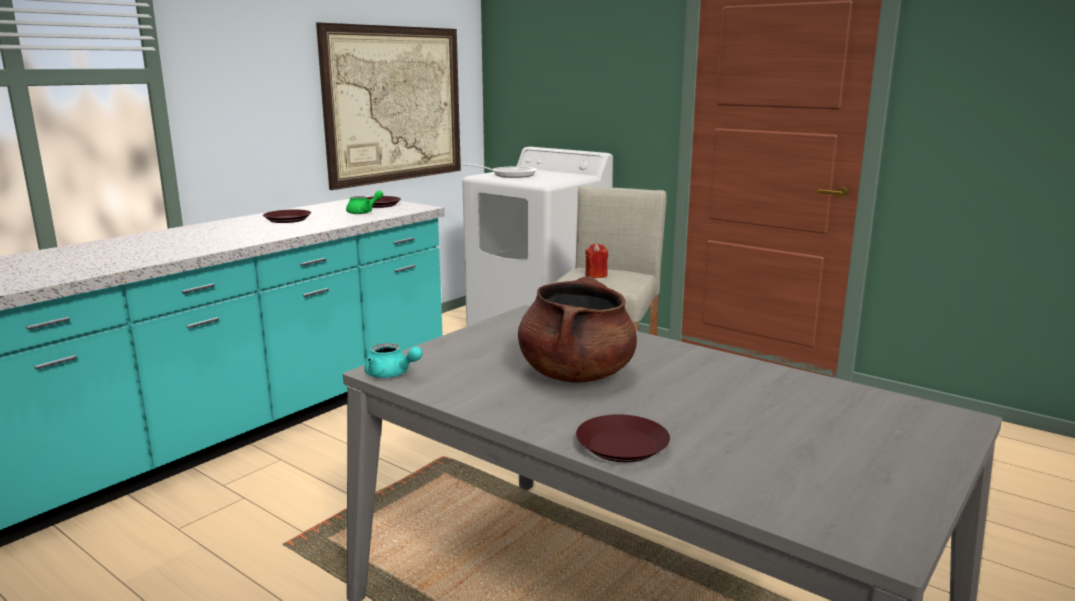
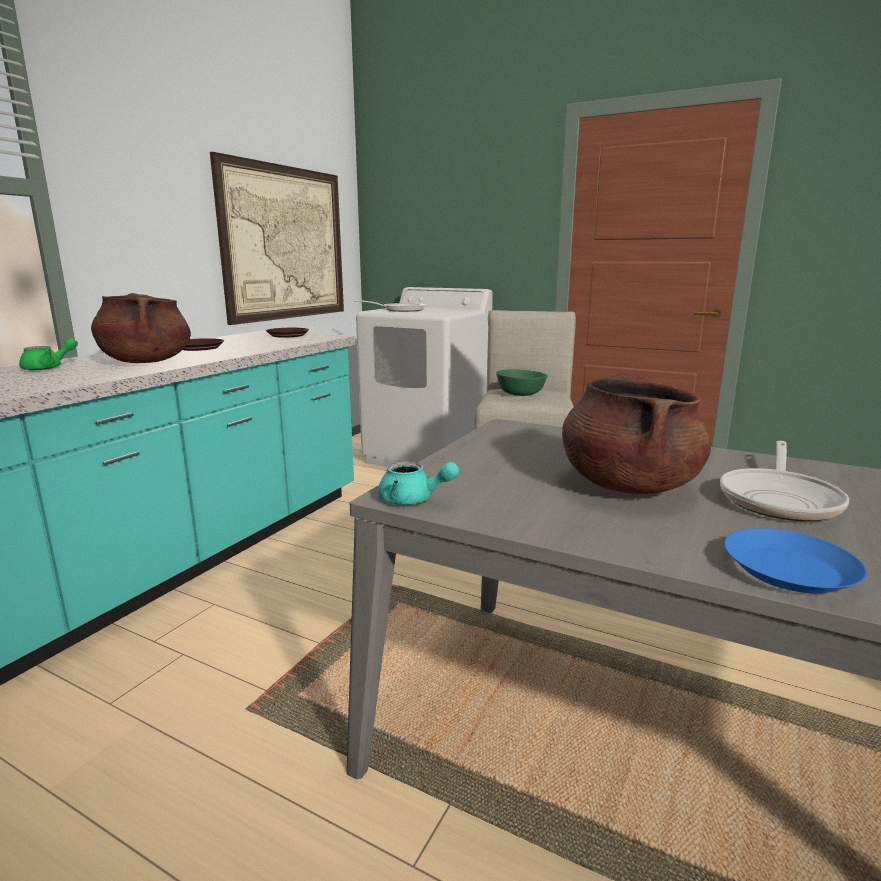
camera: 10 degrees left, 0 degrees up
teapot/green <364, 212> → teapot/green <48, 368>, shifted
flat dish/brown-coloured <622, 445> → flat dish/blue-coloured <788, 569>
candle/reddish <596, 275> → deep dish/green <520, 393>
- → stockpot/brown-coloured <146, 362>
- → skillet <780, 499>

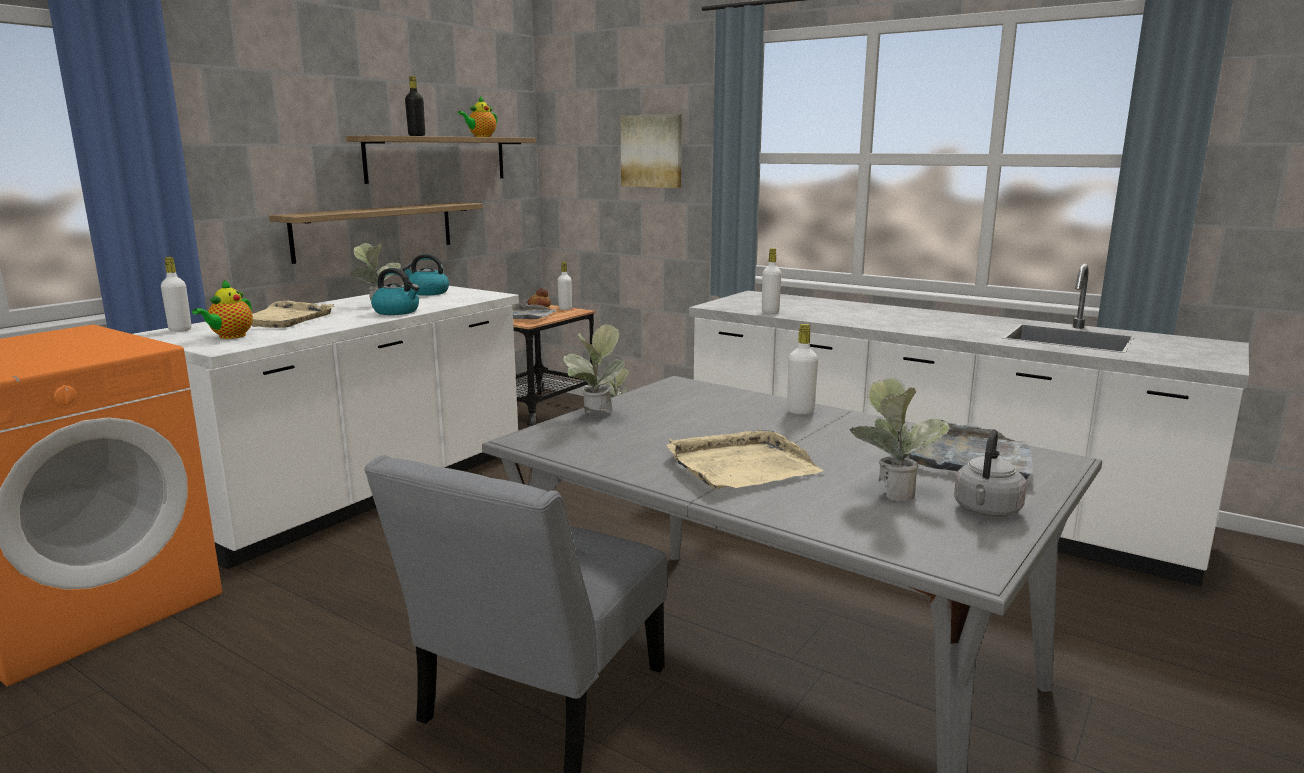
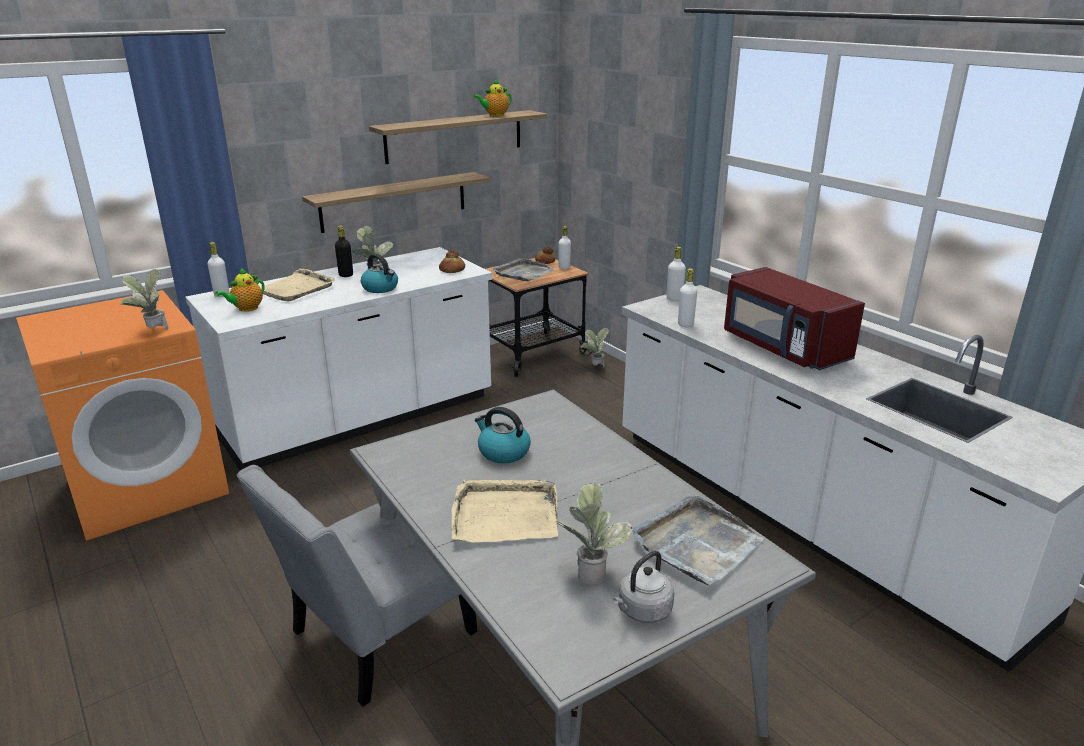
camera: 20 degrees right, 10 degrees up
water kettle <427, 292> → water kettle <503, 452>, shifted
drink bottle/blackish <416, 136> → drink bottle/blackish <346, 275>, shifted
houseplant <594, 415> → houseplant <153, 331>, shifted
wall art <652, 151> → -
drink bottle/whitish <800, 411> → drink bottle/whitish <674, 299>, shifted
- → bread <452, 270>
- → kitchen microwave/reddish <782, 347>

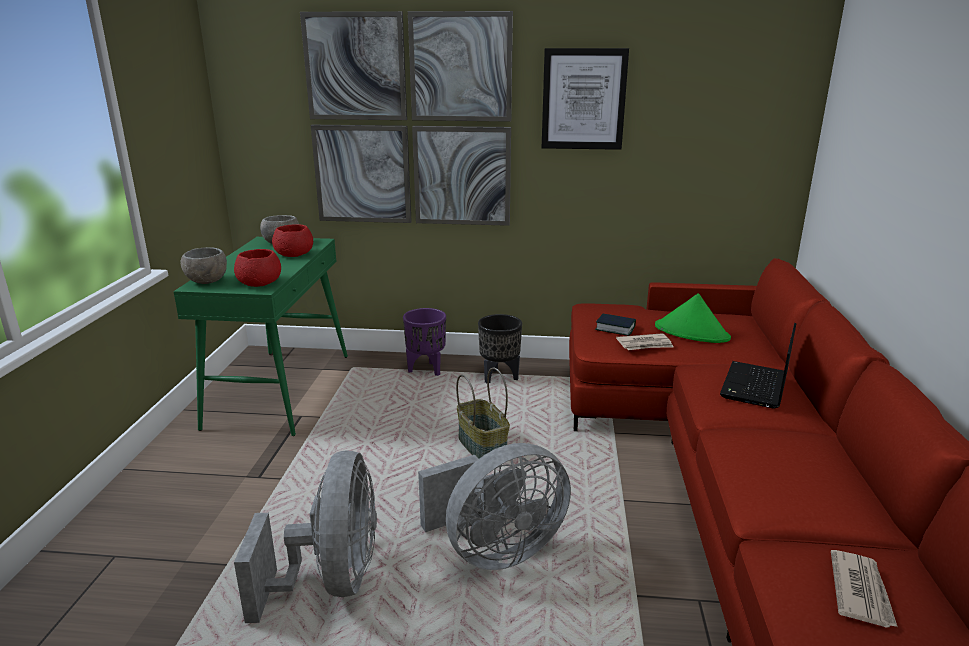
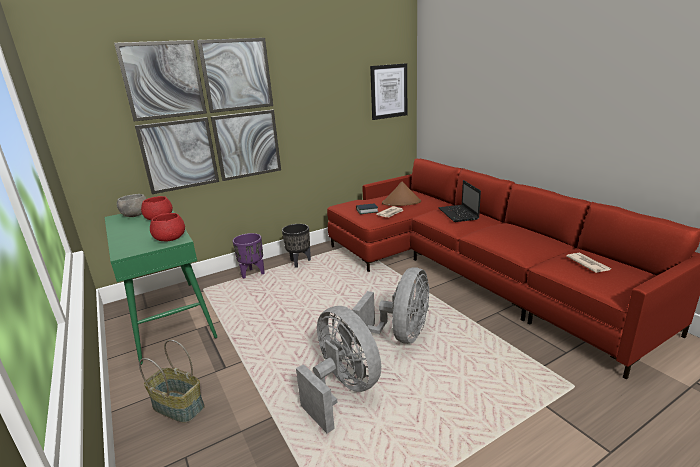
camera: 35 degrees left, 0 degrees up
deep dish/gray <208, 281> → -
household basket <483, 447> → household basket <179, 406>, shifted
wall art <583, 99> → wall art <389, 91>, shifted
wearable hat/green <692, 332> → wearable hat/brown-coloured <401, 202>

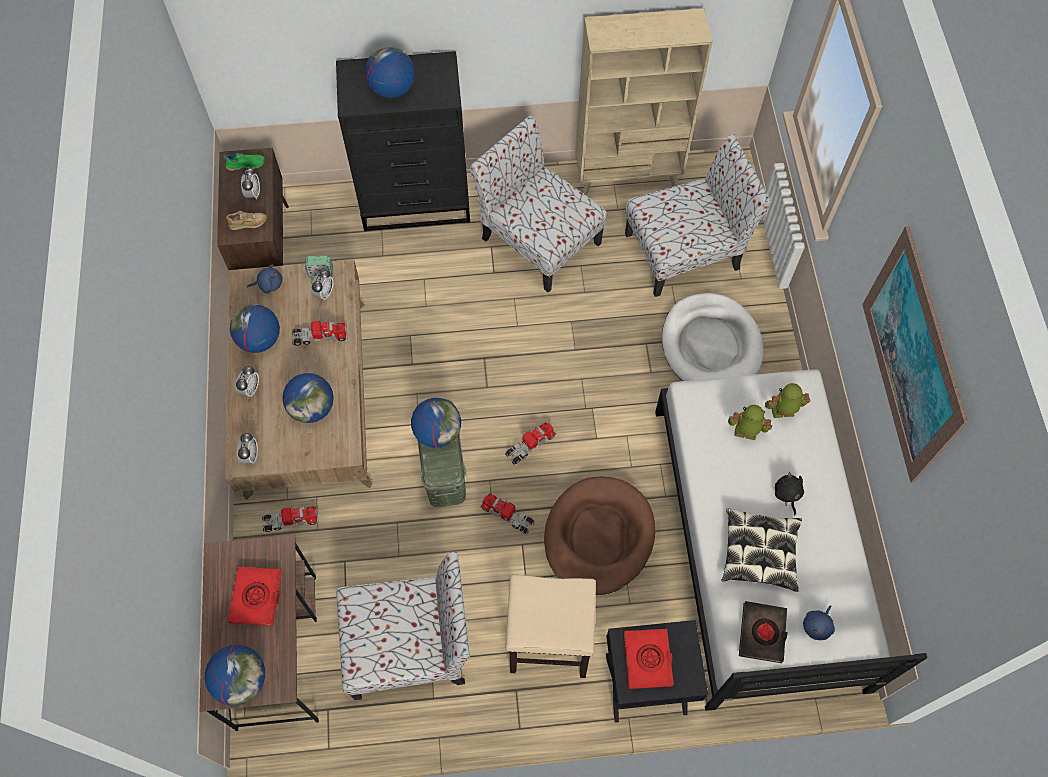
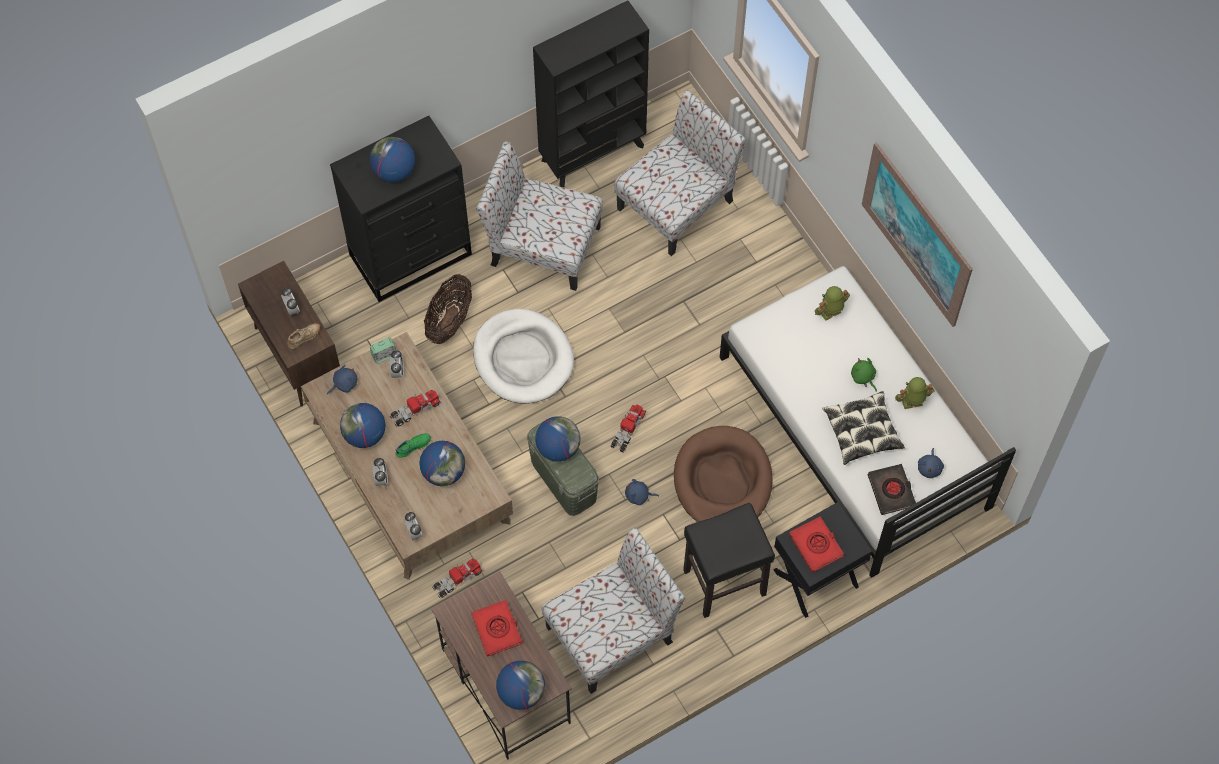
camera: 25 degrees left, 0 degrees up
shoe/green <246, 164> → shoe/green <412, 446>, shifted
toy truck <507, 515> → plush toy/blue-coloured <639, 496>
stool seat/beige-coloured <547, 644> → stool seat/blackish <723, 583>
bookcase/beige-coloured <628, 176> → bookcase/blackish <593, 153>
pet bed/whitish <711, 345> → pet bed/whitish <523, 358>, shifted
robot figure <745, 433> → robot figure <912, 403>, shifted
plush toy/blackish <787, 494> → plush toy/green <863, 377>
- → household basket <449, 320>

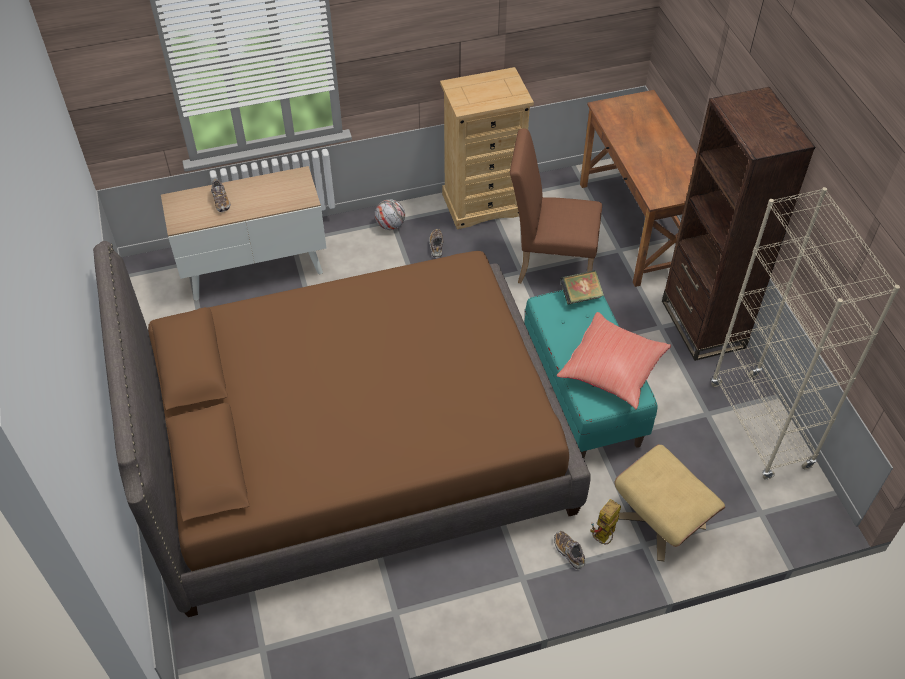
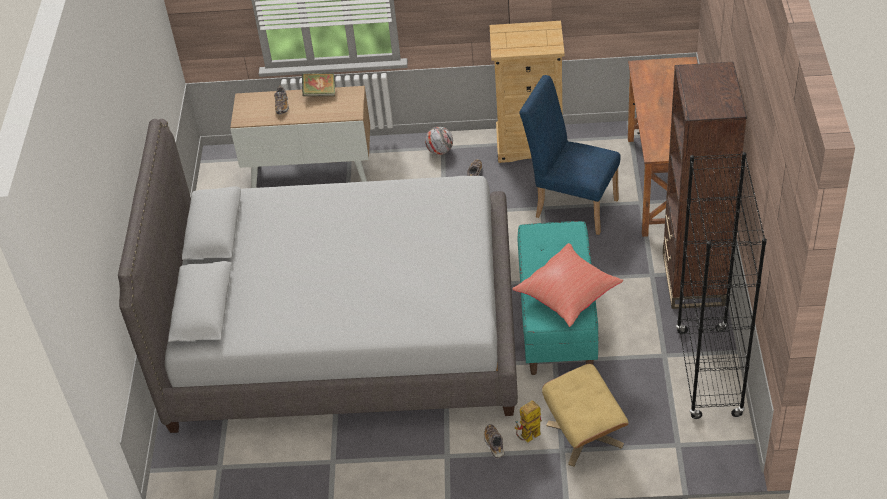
camera: 20 degrees right, 5 degrees down
bedroom bed/brown-coloured <354, 449> → bedroom bed/gray <343, 331>
chair/brown-coloured <549, 264> → chair/blue-coloured <571, 205>
volume <580, 296> → volume <320, 93>, shifted
bookcase/beige-coloured <760, 426> → bookcase/blackish <708, 374>

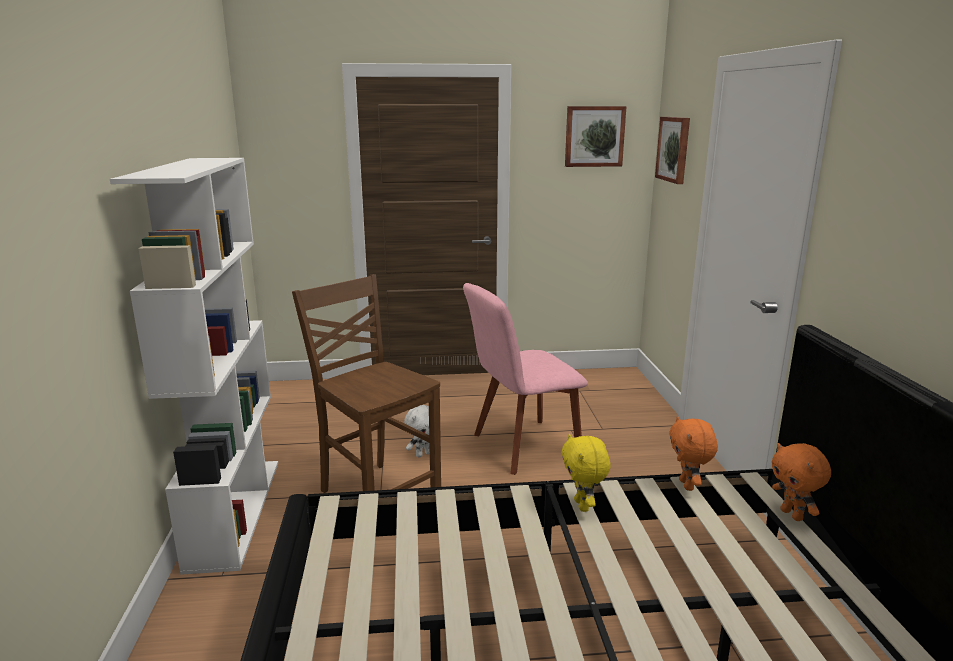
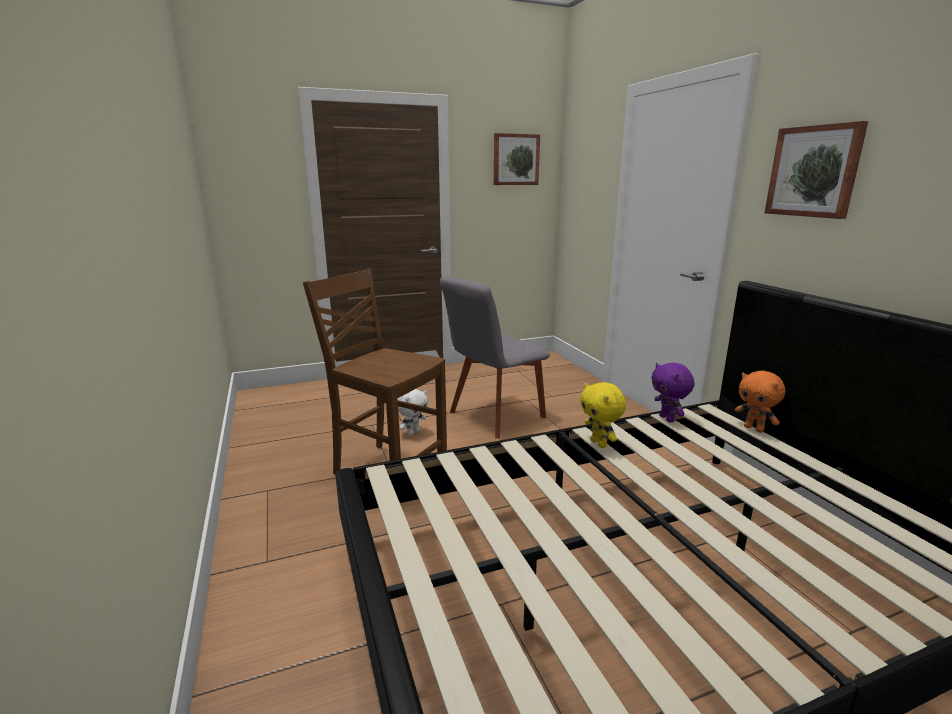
camera: 15 degrees left, 0 degrees up
bookcase/whitish <234, 511> → -
chair/pinkish <521, 446> → chair/gray <493, 416>
wall art <674, 149> → wall art <814, 171>, shifted
plush toy/orangey <688, 485> → plush toy/purplish <667, 419>

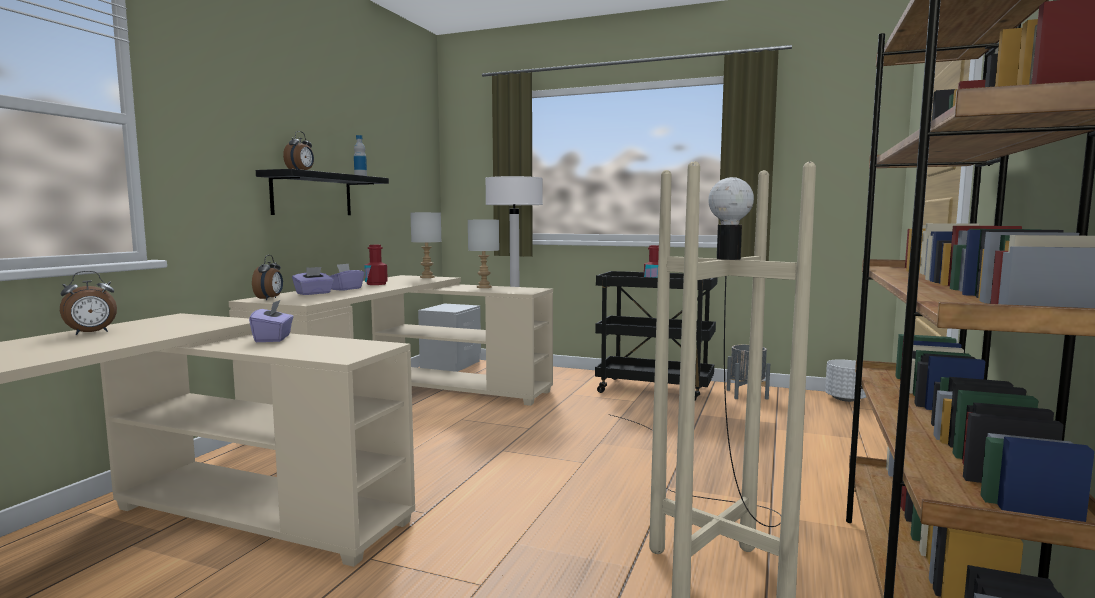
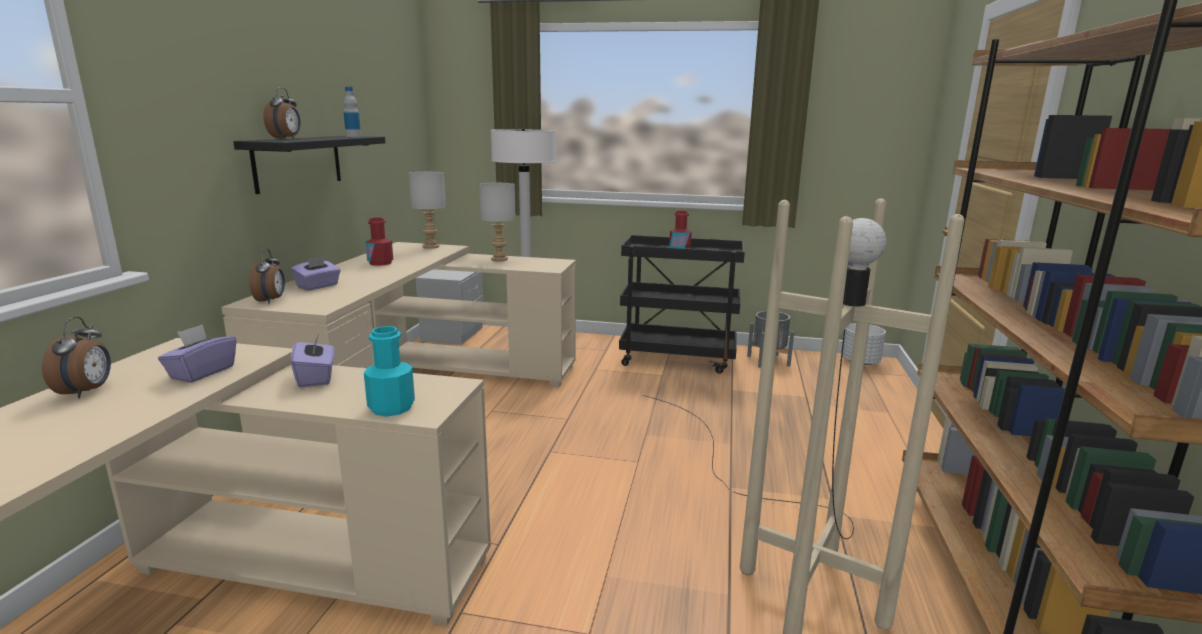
camera: 10 degrees left, 10 degrees up
bedside clock <91, 333> → bedside clock <87, 391>, 45 degrees counterclockwise
box of tissues/purplish <345, 289> → box of tissues/purplish <202, 372>, shifted
- → drink bottle/turquoise-coloured <391, 407>

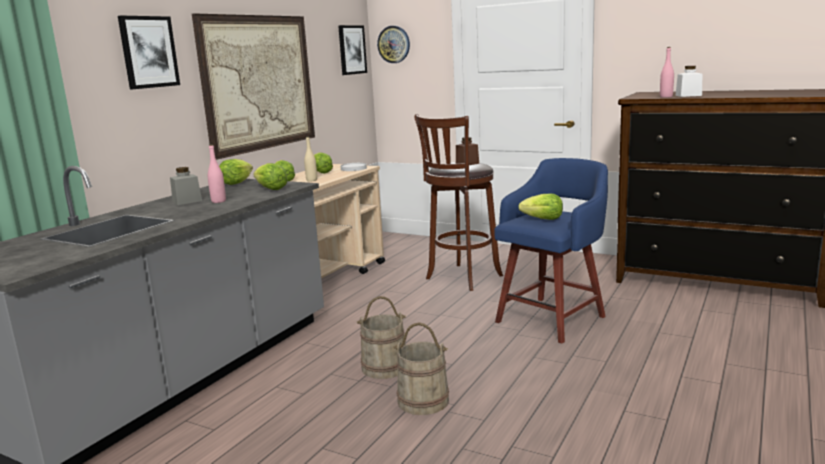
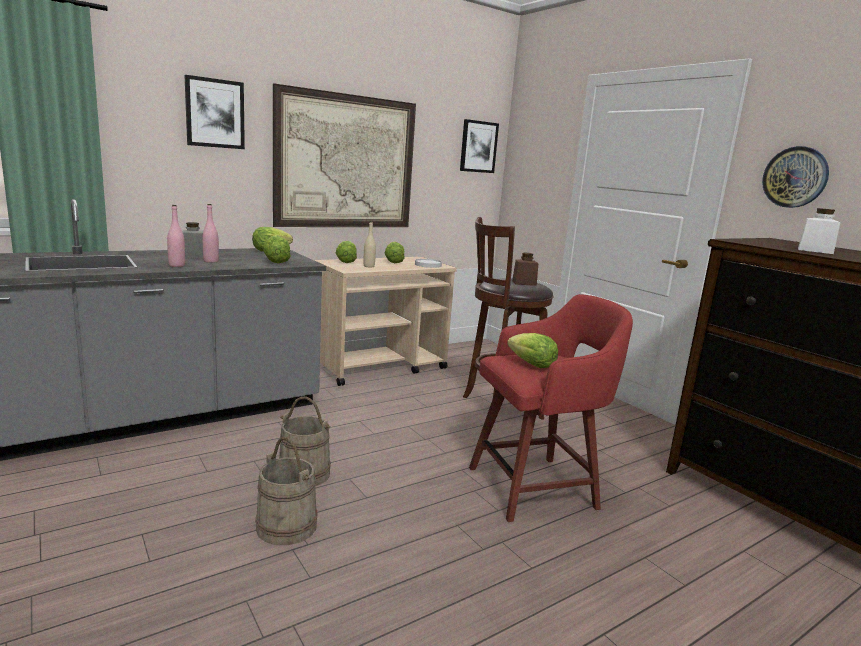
camera: 25 degrees right, 0 degrees up
hanging clock <394, 44> → hanging clock <795, 177>, shifted
stool seat/blue-coloured <553, 318> → stool seat/reddish <536, 487>
drink bottle/pinkish <666, 97> → drink bottle/pinkish <177, 265>, shifted

